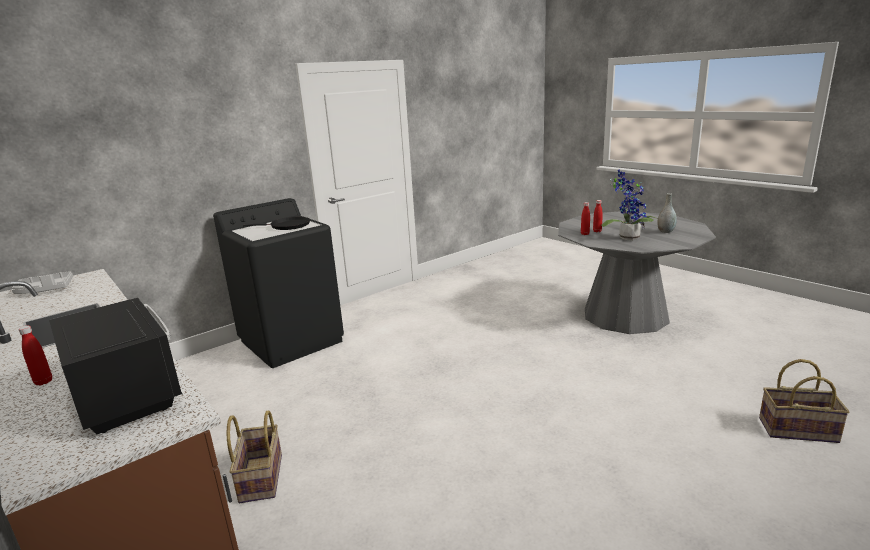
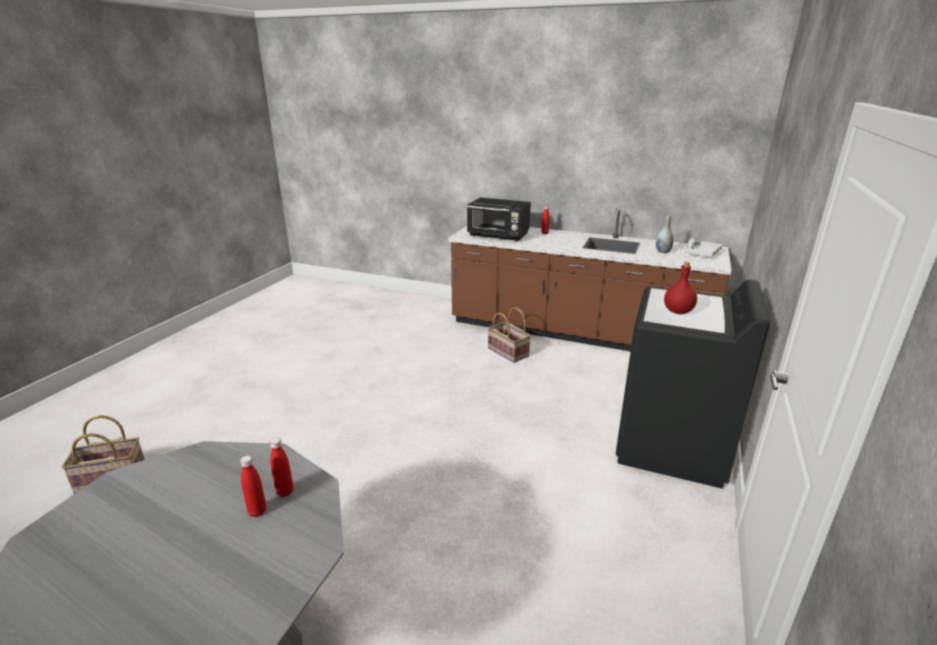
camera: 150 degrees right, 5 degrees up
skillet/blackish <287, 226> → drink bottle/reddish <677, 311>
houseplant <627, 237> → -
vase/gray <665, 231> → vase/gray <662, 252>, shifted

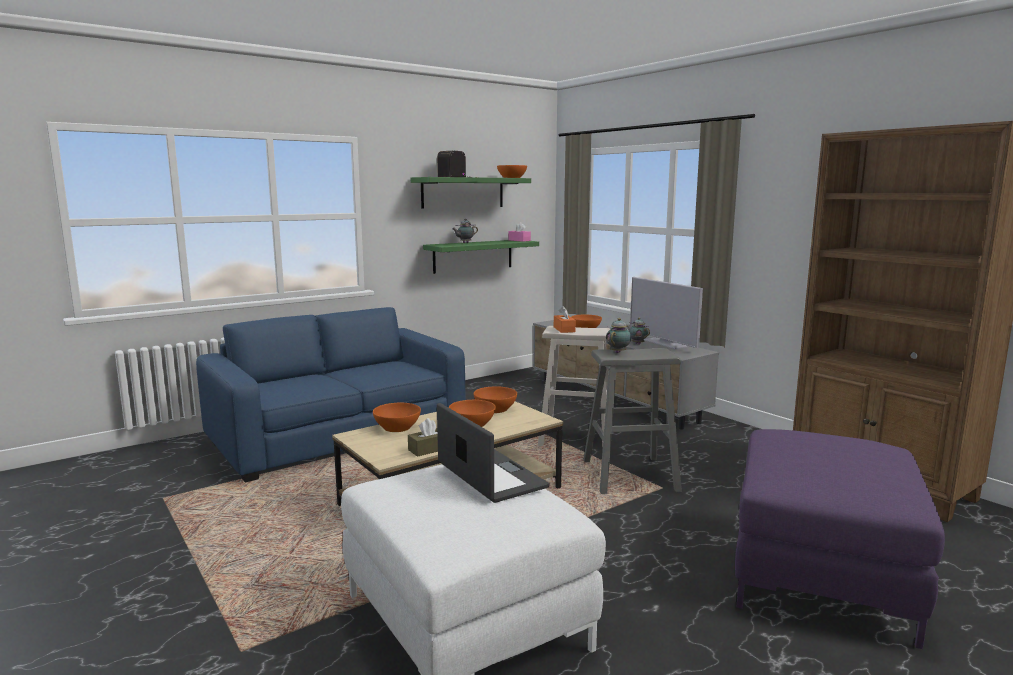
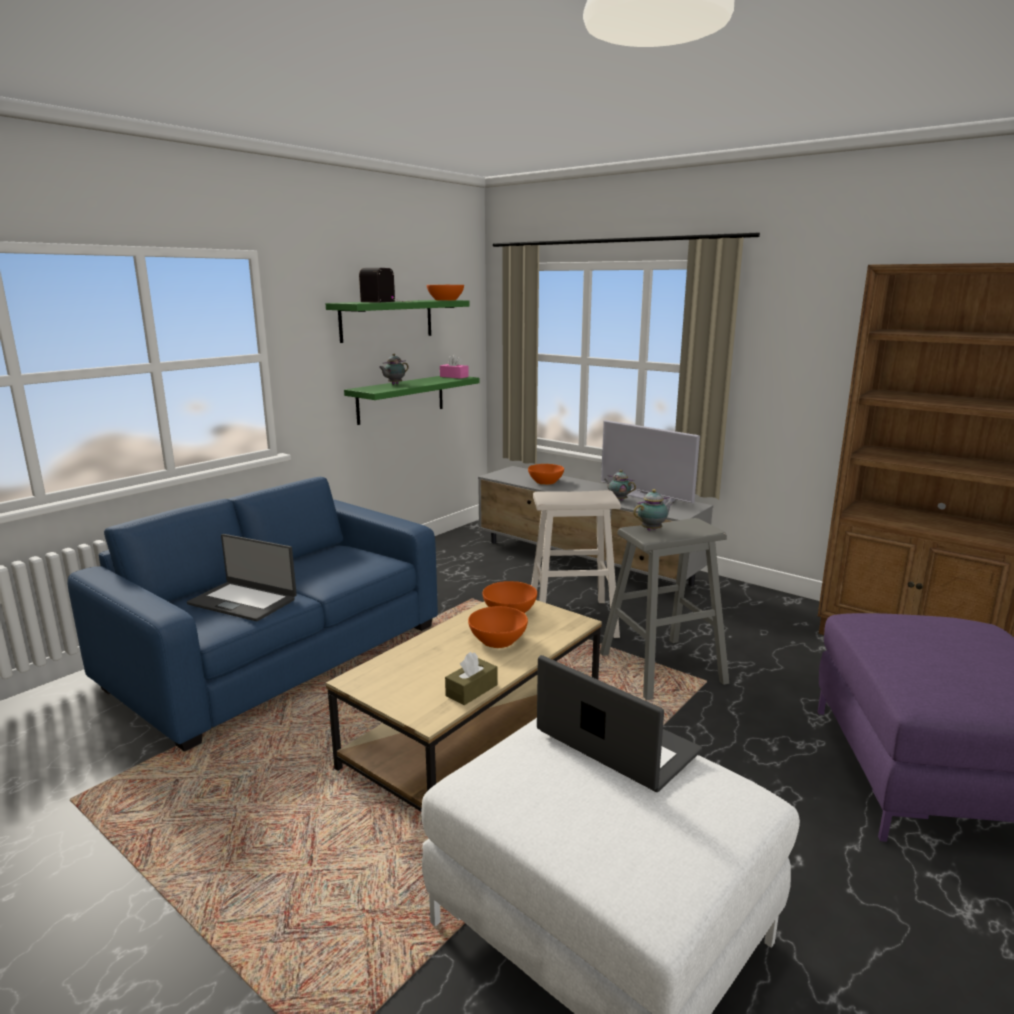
camera: 15 degrees left, 5 degrees up
deep dish/orangey <397, 427> → -
box of tissues/orangey <564, 329> → -
teapot <618, 352> → teapot <653, 529>, 45 degrees clockwise
- → laptop <243, 601>

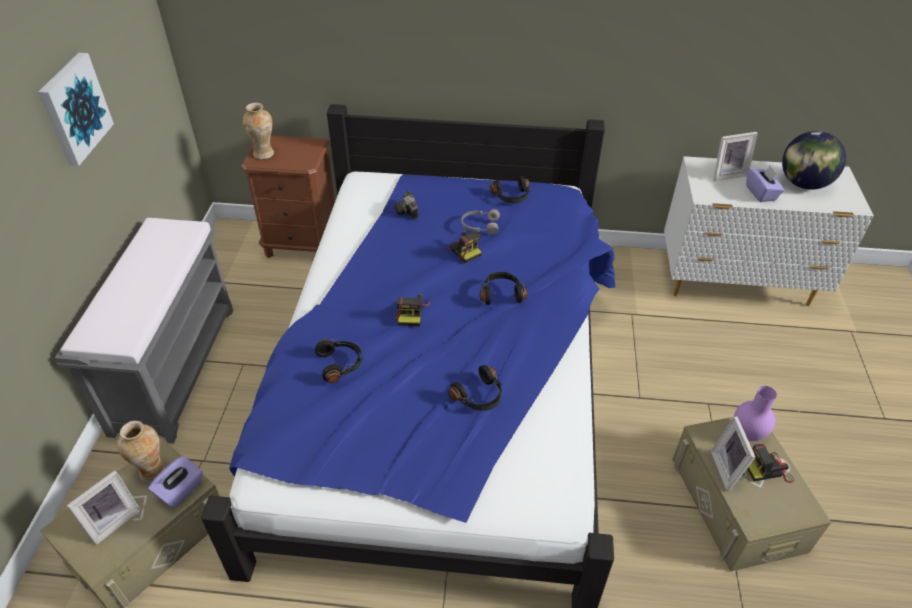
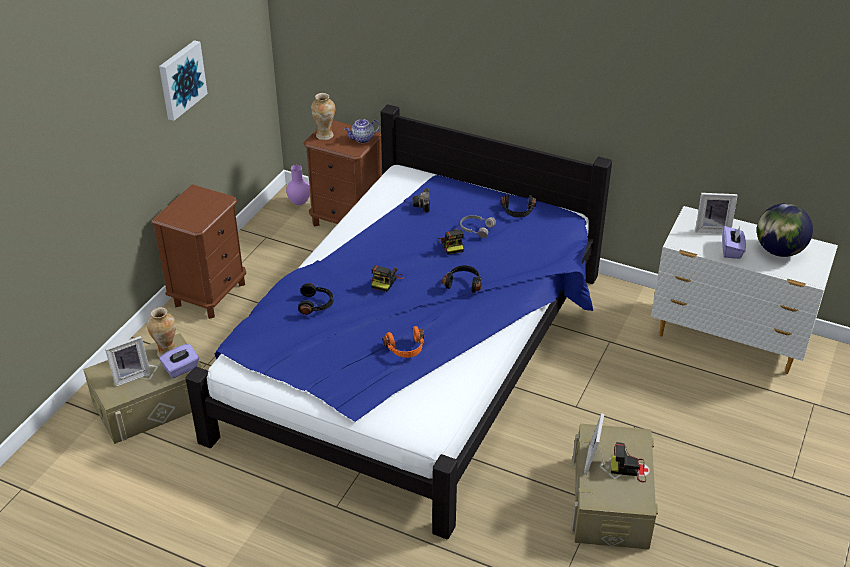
camera: 20 degrees right, 5 degrees down
bench/gray <175, 367> → bedside table/brown-coloured <209, 294>
headset/blackish <479, 397> → headset/orangey <406, 349>
vase/purplish <747, 435> → vase/purplish <299, 203>, shifted
- → teapot <362, 139>

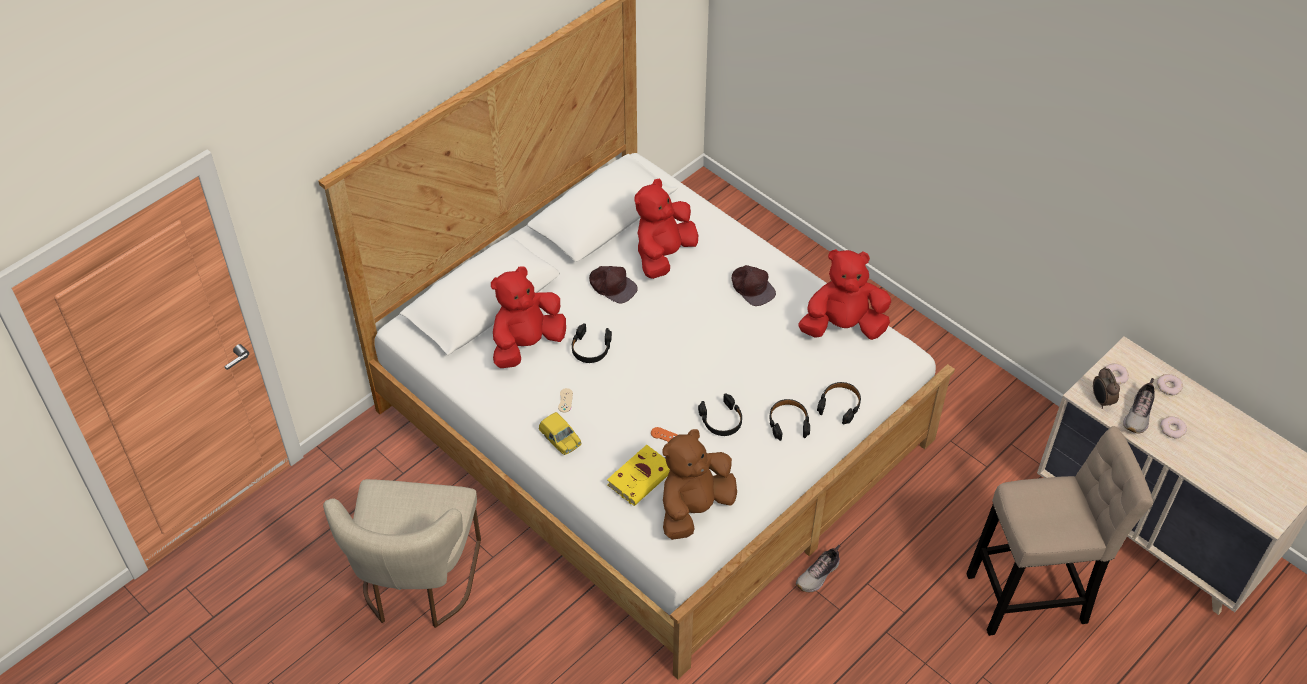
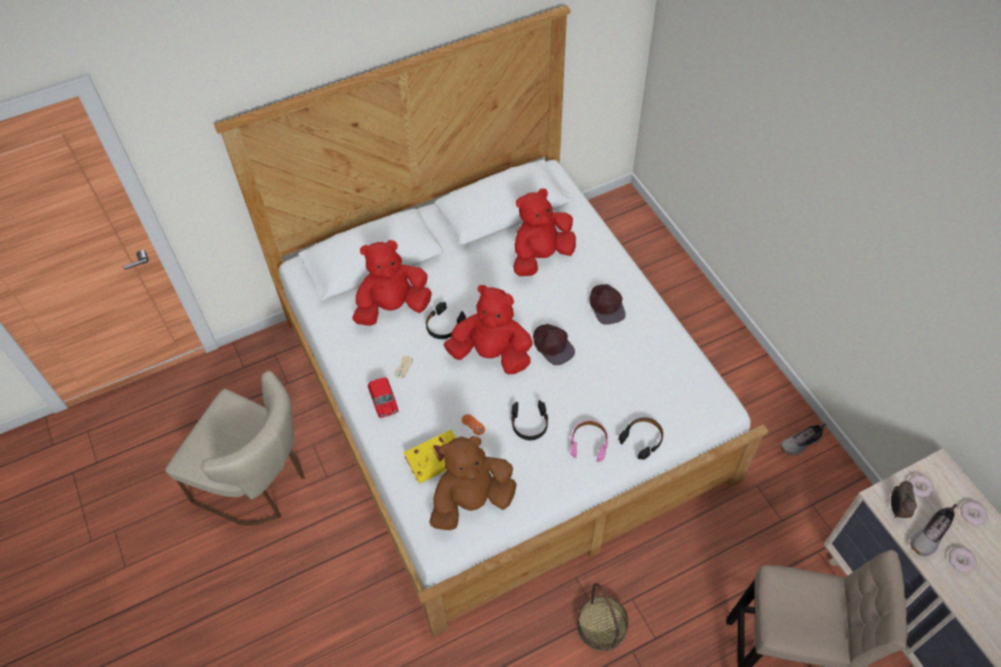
camera: 20 degrees right, 5 degrees up
chair/beige-coloured <417, 584> → chair/beige-coloured <259, 482>, 90 degrees counterclockwise
toy car/yellow-coloured <560, 440> → toy car/reddish <384, 402>
baseball cap/brown-coloured <612, 286> → baseball cap/brown-coloured <552, 345>, shifted
headset/blackish <788, 423> → headset/pinkish <589, 443>
shoe <818, 575> → shoe <801, 443>, shifted
plush toy/reddish <843, 326> → plush toy/reddish <492, 354>, shifted
- → household basket <601, 626>

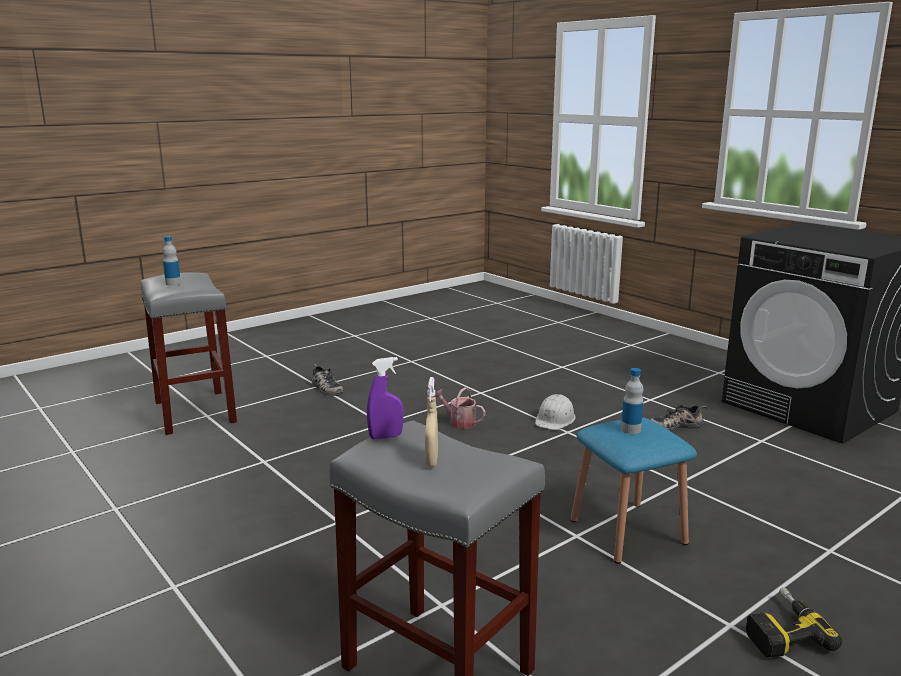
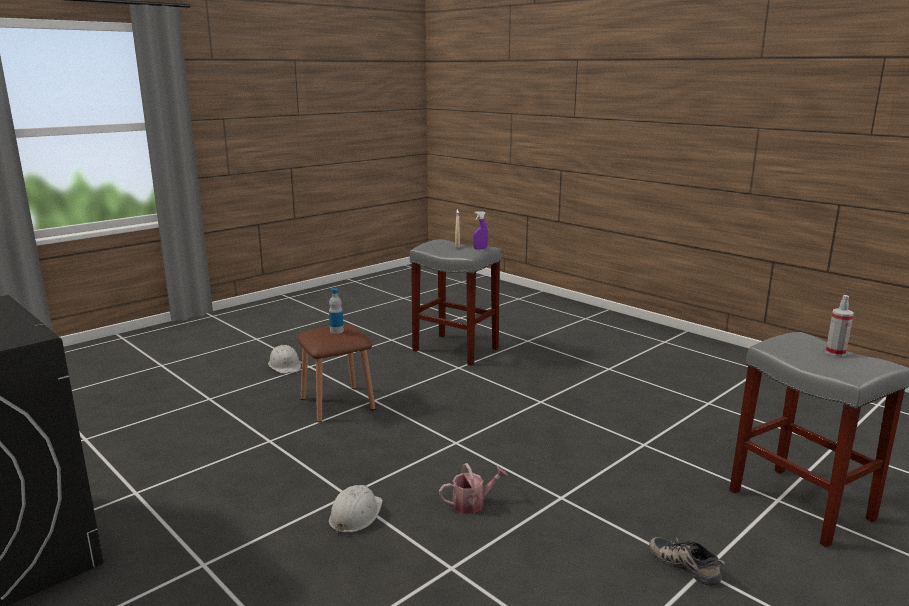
camera: 175 degrees right, 0 degrees up
drink bottle <173, 283> → spray bottle <835, 352>
watering can <459, 422> → watering can <472, 504>, 45 degrees counterclockwise
stool seat/blue-coloured <627, 531> → stool seat/brown-coloured <337, 404>
shoe <675, 425> → -
electric drill <781, 630> → hard hat/whitish <285, 365>

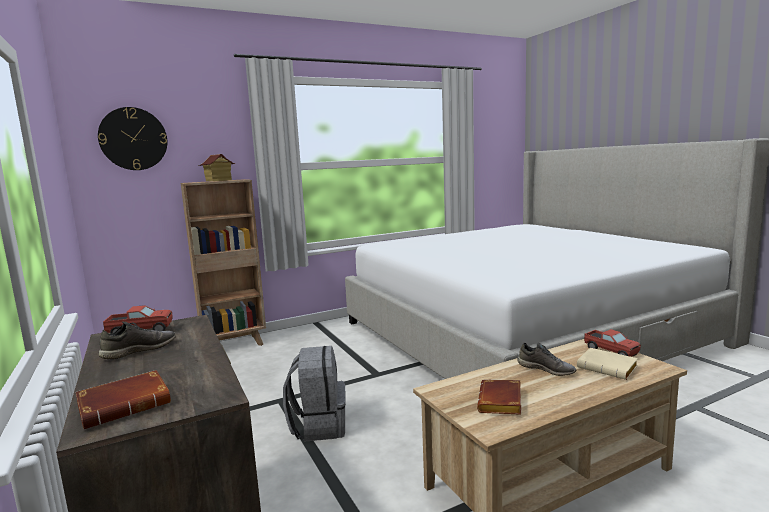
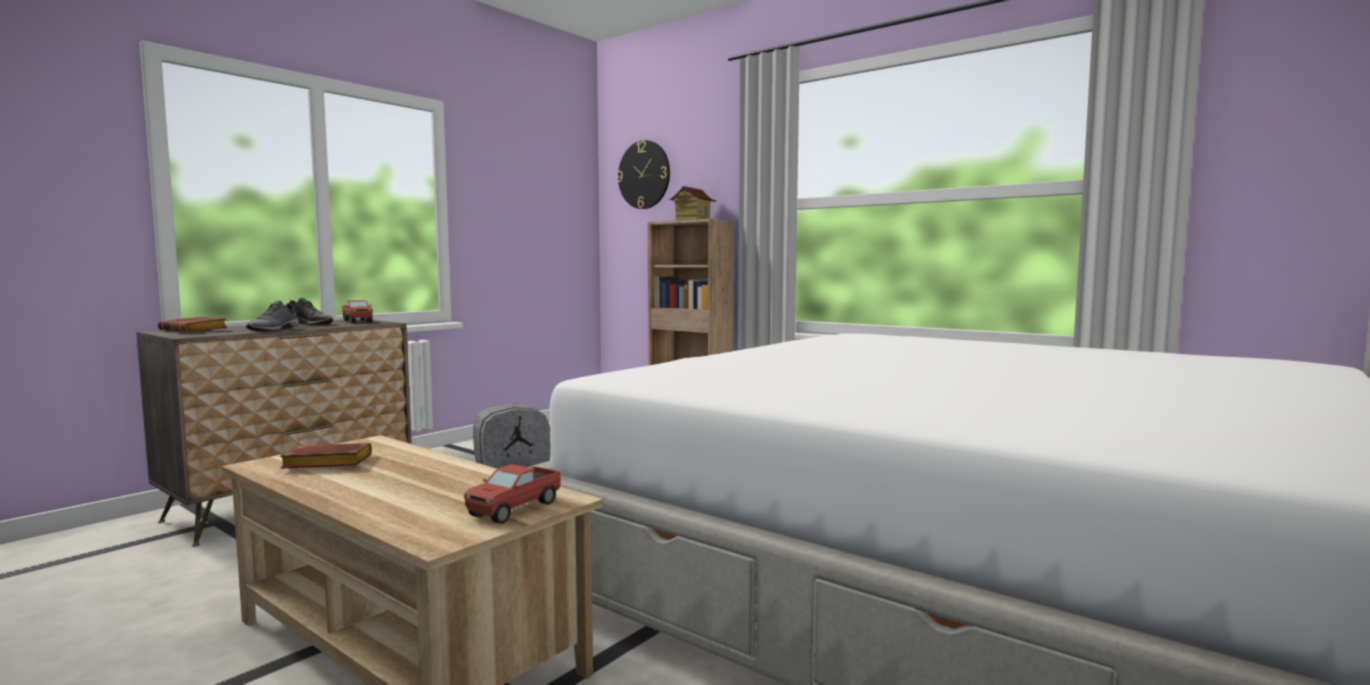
camera: 65 degrees right, 5 degrees down
shoe/gray <546, 369> → shoe/gray <275, 329>, shifted
volume/beige-coloured <609, 368> → -

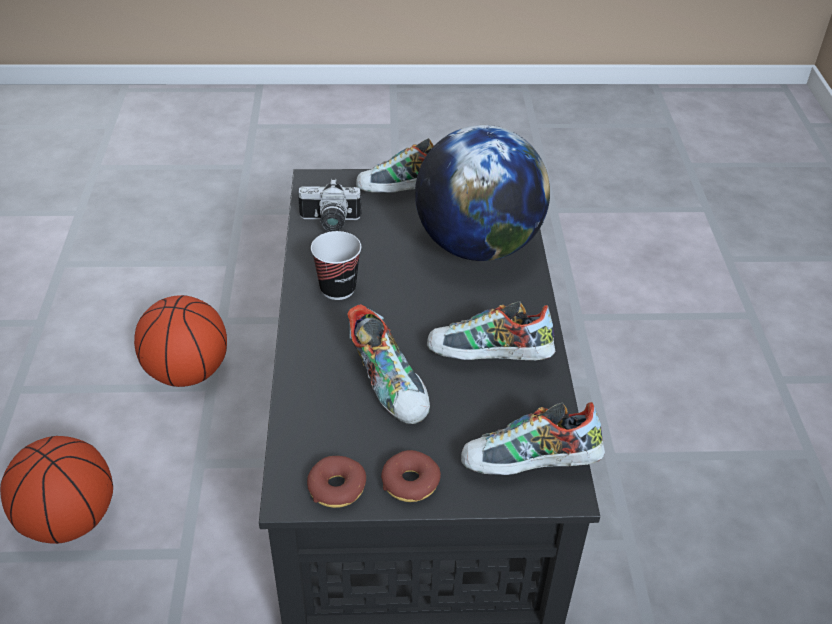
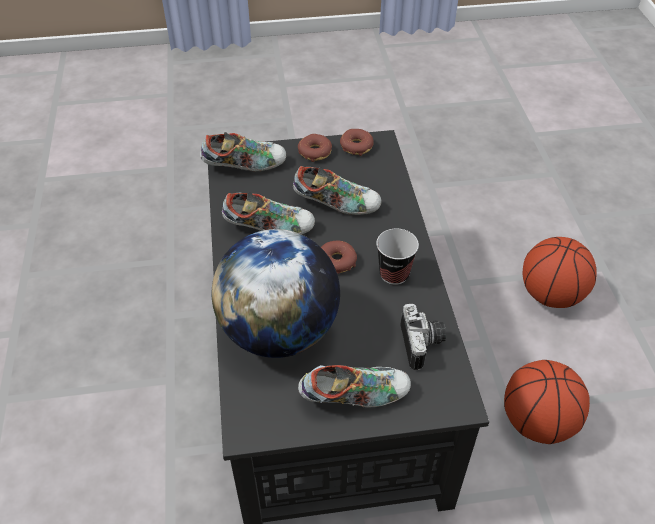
camera: 175 degrees right, 5 degrees up
photo camera <329, 223> → photo camera <423, 344>, 90 degrees clockwise
shoe <390, 384> → shoe <336, 204>, 135 degrees clockwise
- → ring doughnut <336, 261>

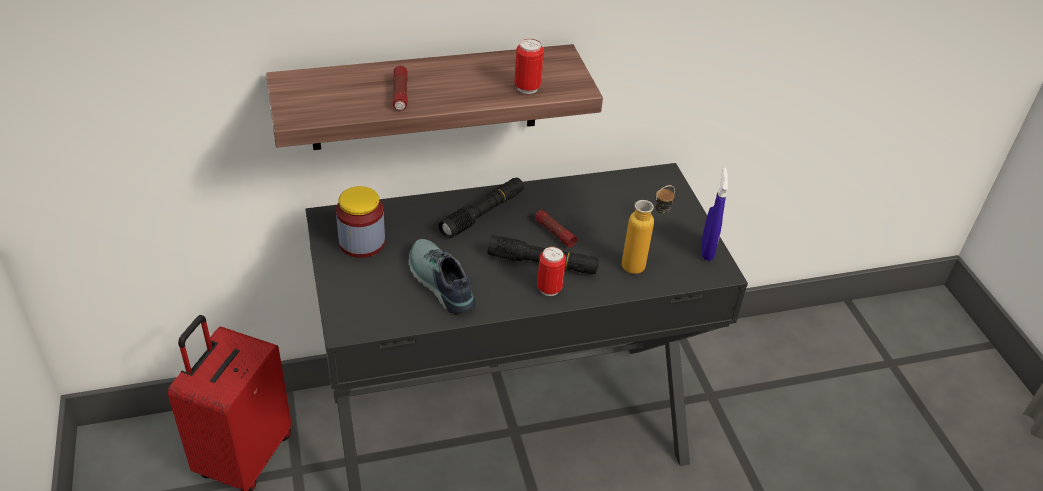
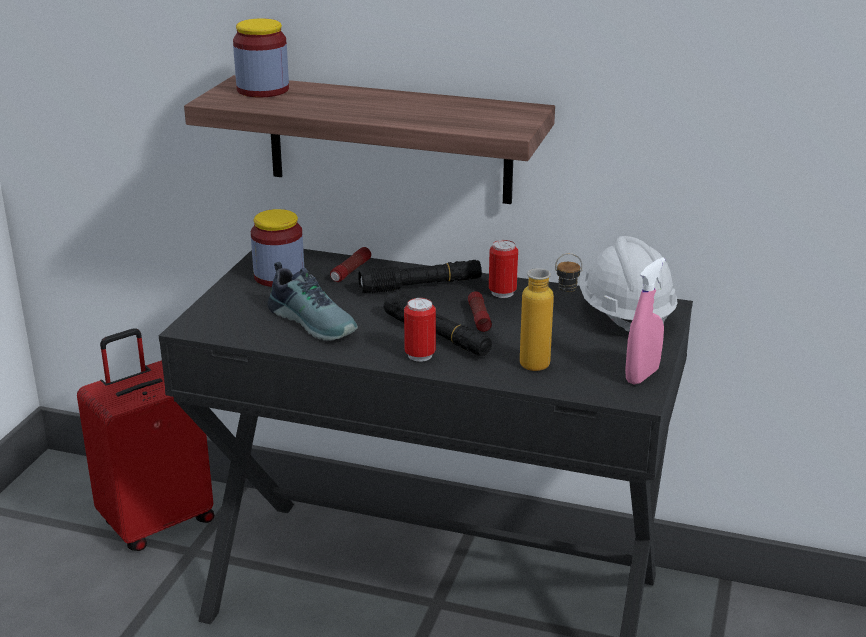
camera: 35 degrees right, 15 degrees down
flashlight <400, 94> → flashlight <350, 271>, shifted
shoe <439, 283> → shoe <314, 321>, 135 degrees clockwise
metal can <527, 88> → metal can <502, 293>, shifted
spray bottle/blue-coloured <707, 250> → spray bottle/pinkish <642, 376>
- → jar <263, 90>
- → hard hat/whitish <625, 316>

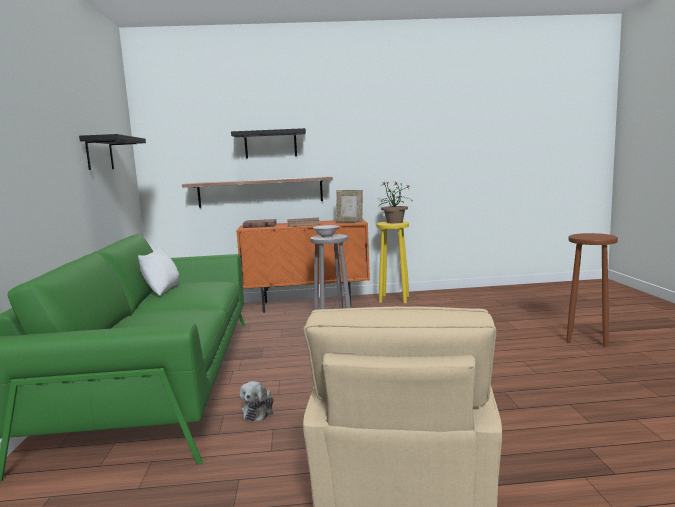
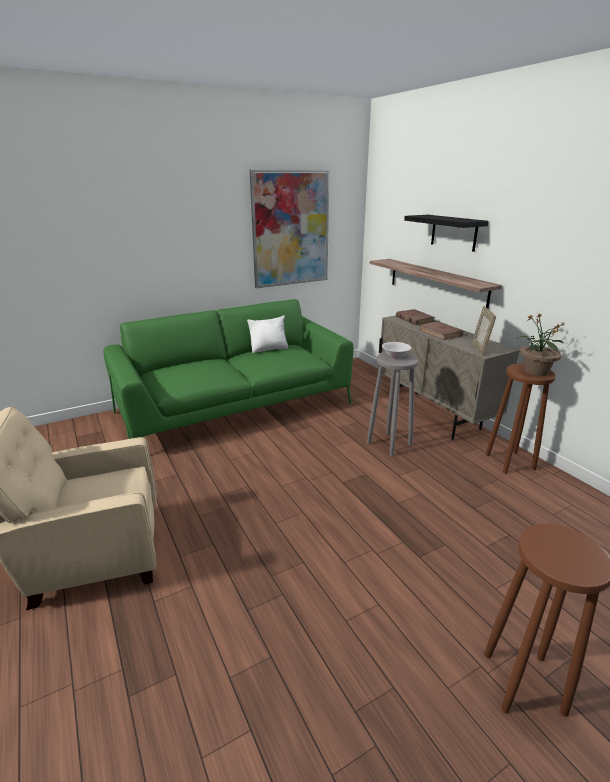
camera: 65 degrees right, 15 degrees up
bracket shelf/blackish <99, 153> → wall art <291, 229>
cupboard/orangey <307, 304> → cupboard/beige-coloured <433, 415>
plush toy <258, 411> → -
stool seat/yellow-coloured <394, 299> → stool seat/brown-coloured <510, 462>

